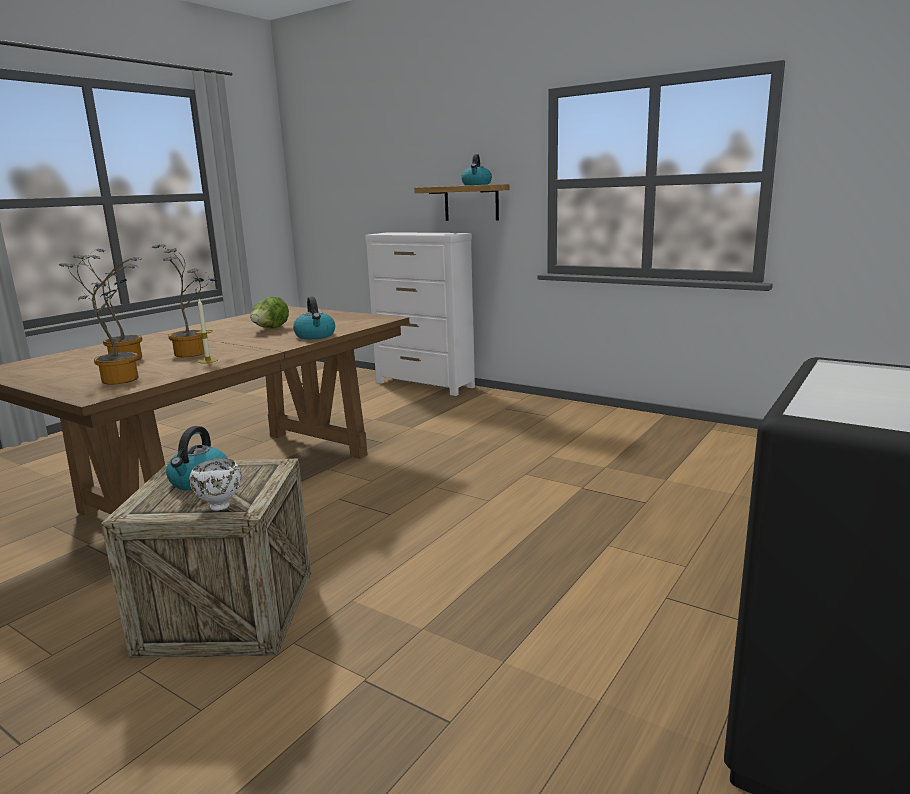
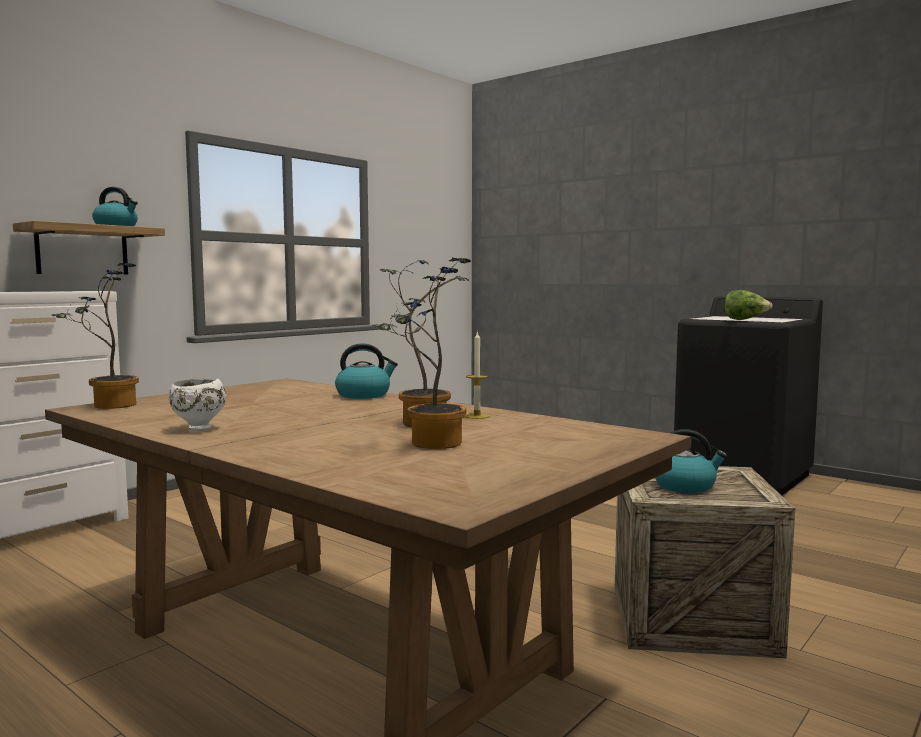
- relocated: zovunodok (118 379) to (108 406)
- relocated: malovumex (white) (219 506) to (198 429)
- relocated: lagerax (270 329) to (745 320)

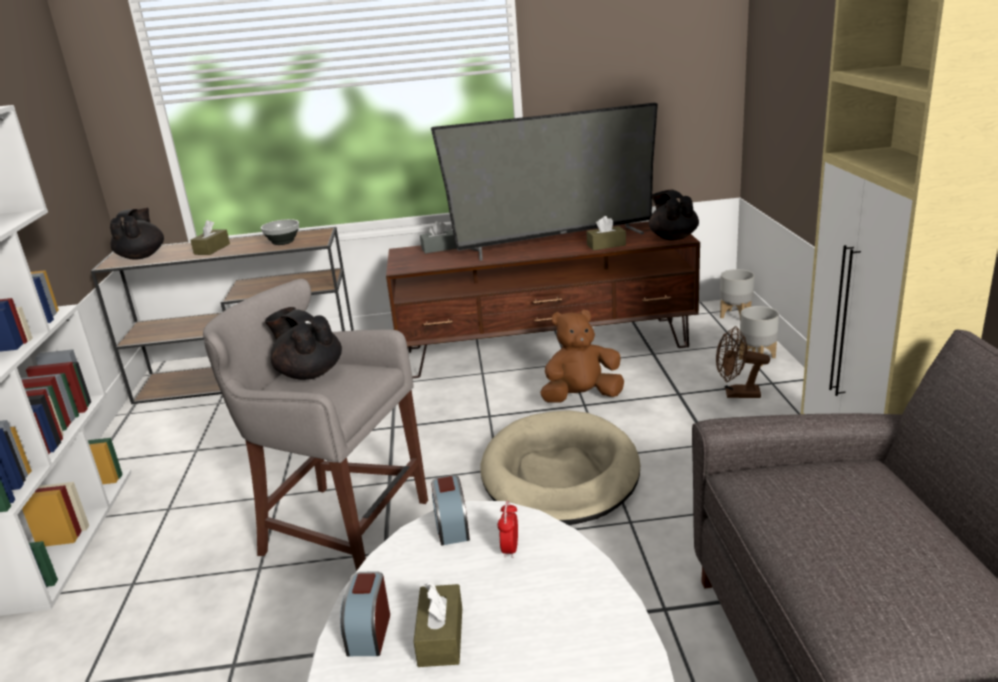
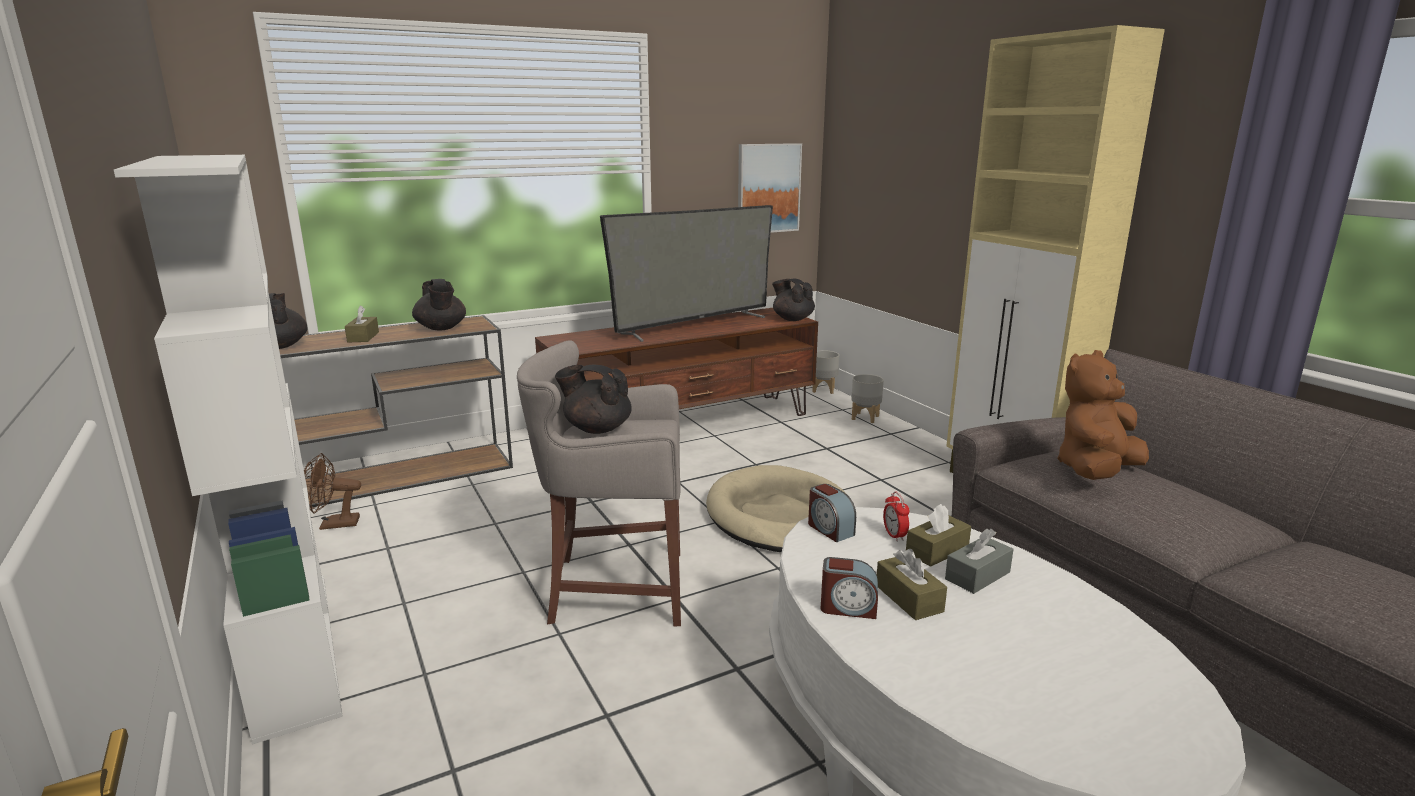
- relocated: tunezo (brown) (736 394) to (333 525)
- exchanged: malovumex (282 242) to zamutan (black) (441 328)
- appeared: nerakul (768 188)
- spun: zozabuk (369 632) = (848 608) 60 degrees counterclockwise
- relocated: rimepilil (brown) (606 245) to (937 551)
- relocated: rimepilil (grey) (439 248) to (977 576)
- relocated: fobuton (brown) (581 397) to (1095 472)

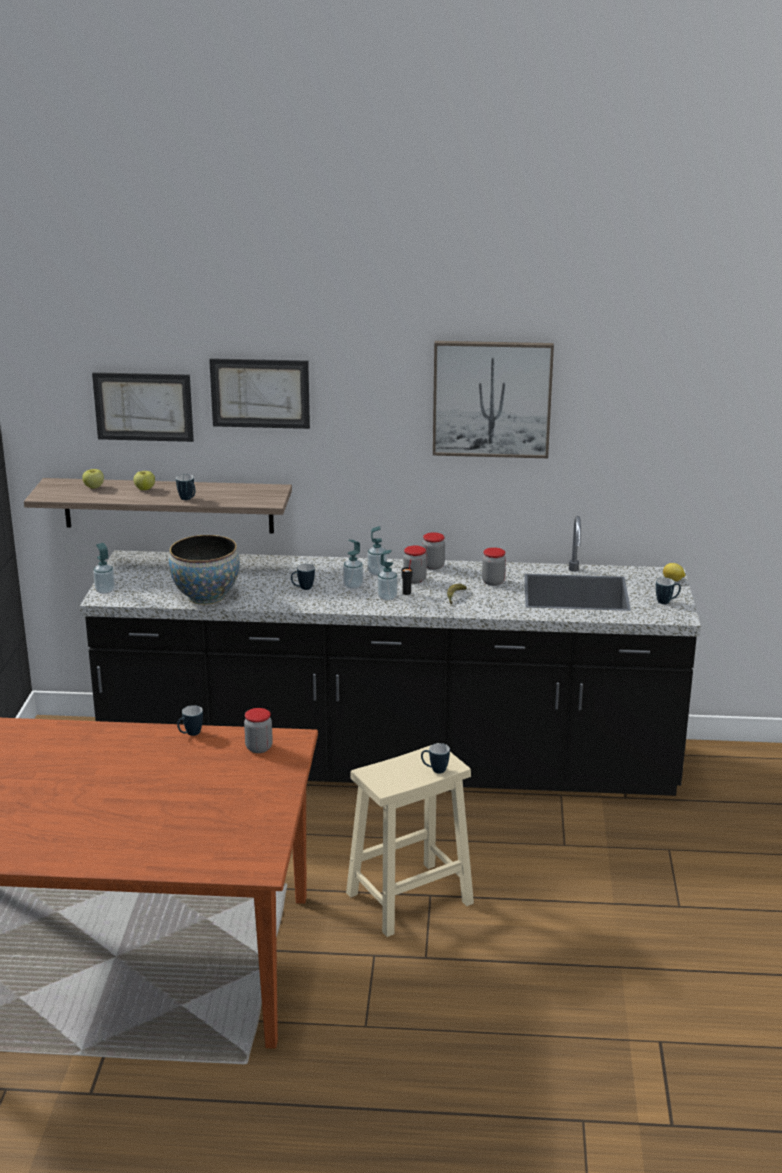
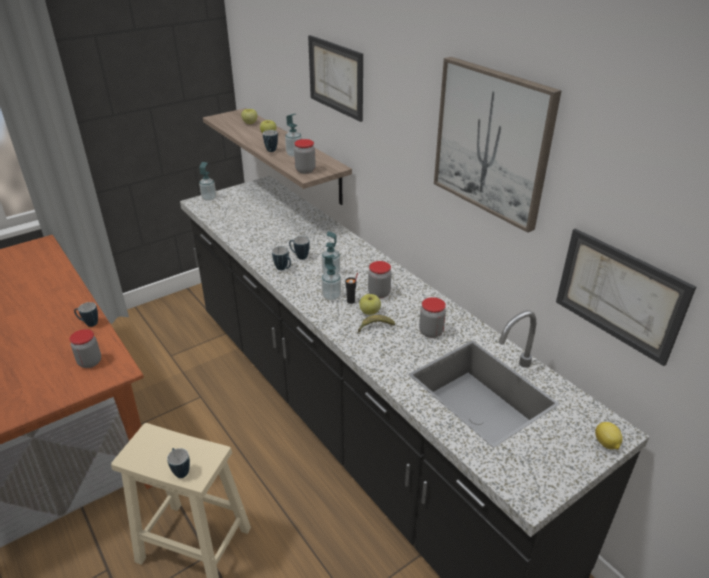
- relocated: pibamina (667 602) to (283 269)
- relocated: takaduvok (377 572) to (294 154)
- relocated: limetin (433 566) to (305 170)
- appeared: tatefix (370 312)
- relocated: nerakul (143 406) to (619 294)
- missing: malovumex (206 596)

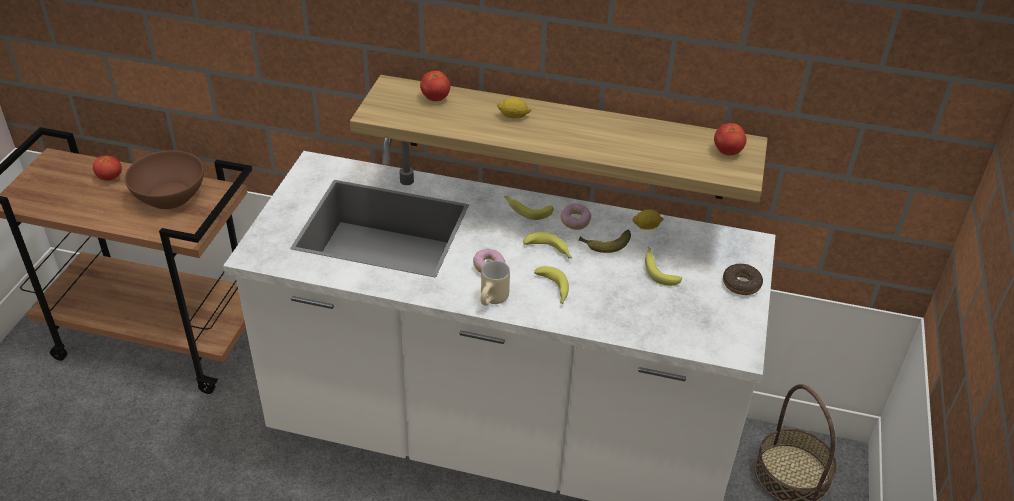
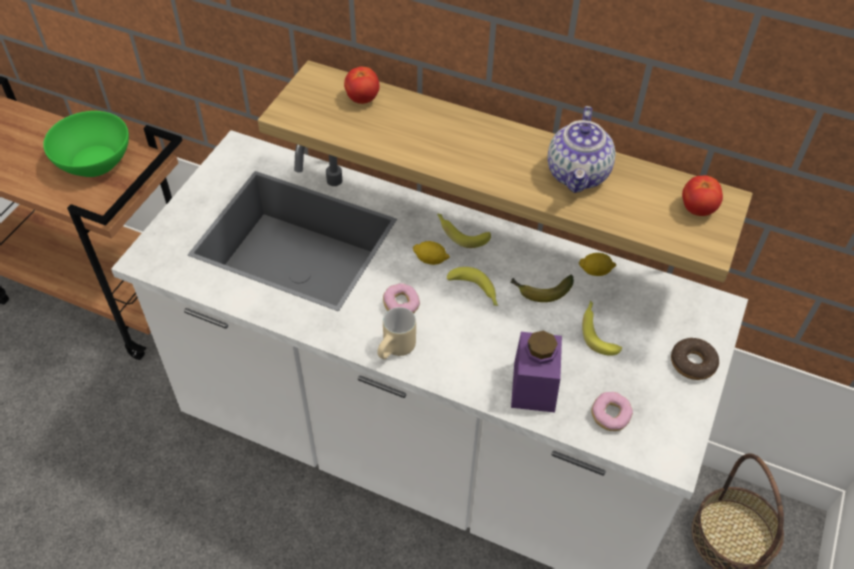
- colour: malovumex (brown) (169 196) to malovumex (green) (94 161)
- relocated: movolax (513 116) to (430 260)
- appeared: limetin (purple) (534 386)
- appeared: zamutan (578 175)
- relocated: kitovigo (575 222) to (610 416)
- missing: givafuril (110 178)
- missing: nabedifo (553 290)

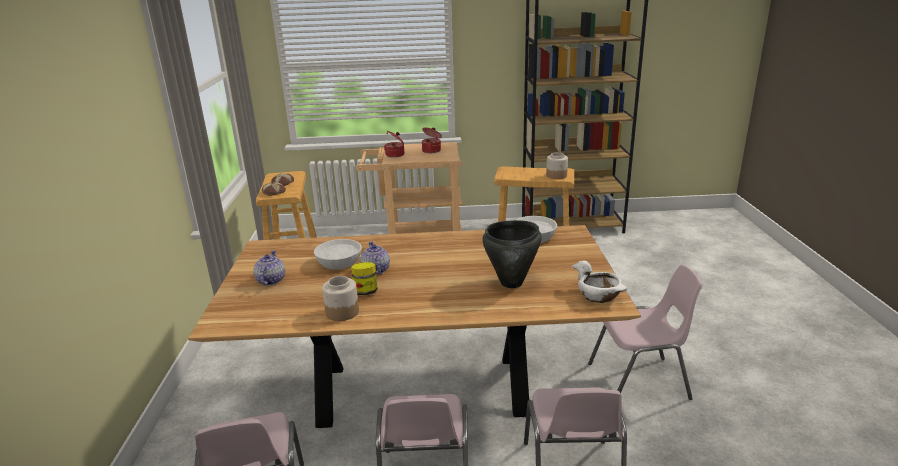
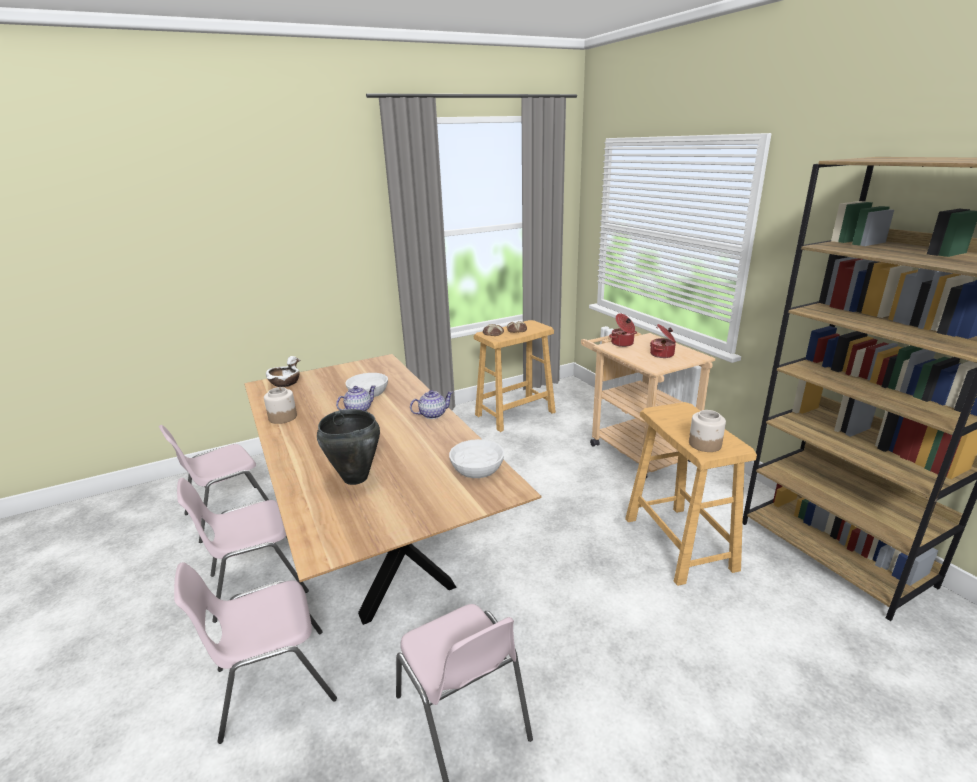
- relocated: malovumex (white) (599 295) to (285 383)
- relocated: zamutan (270 281) to (432 414)
- missing: limetin (365 292)

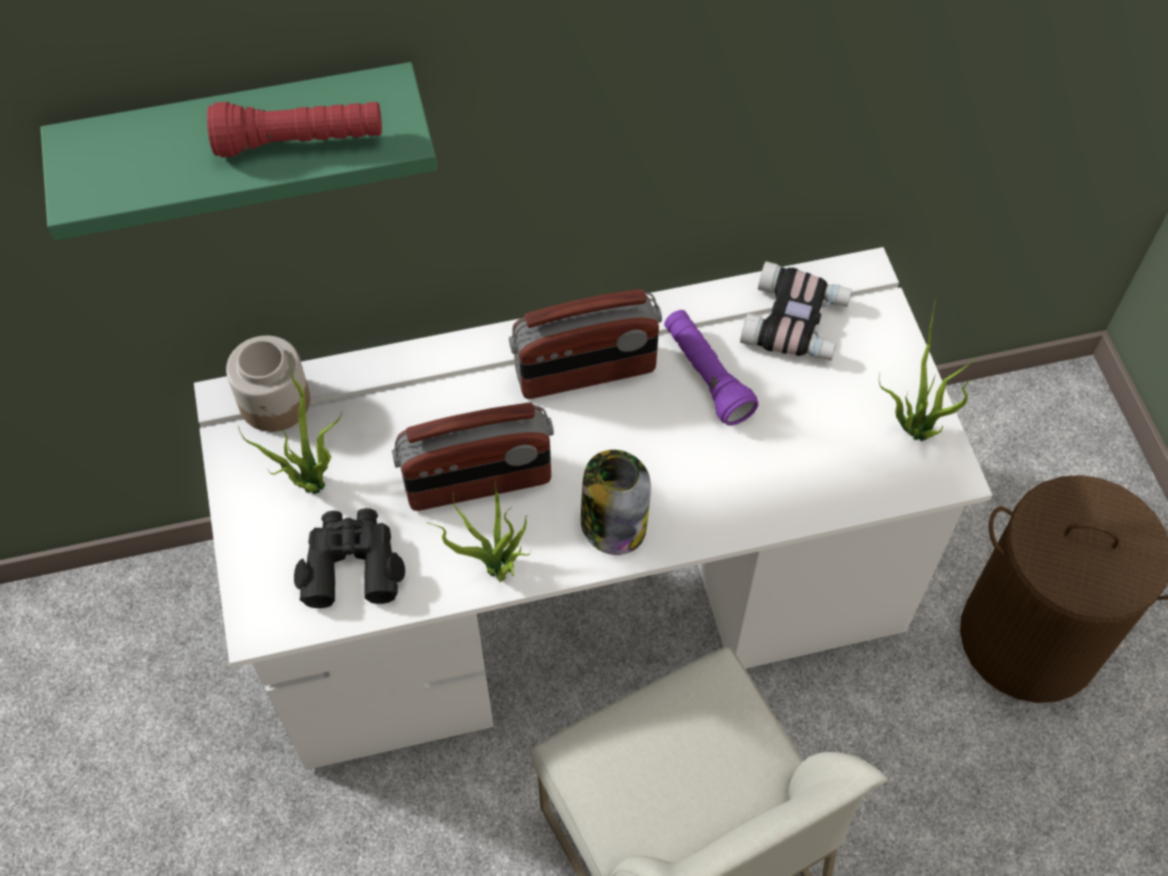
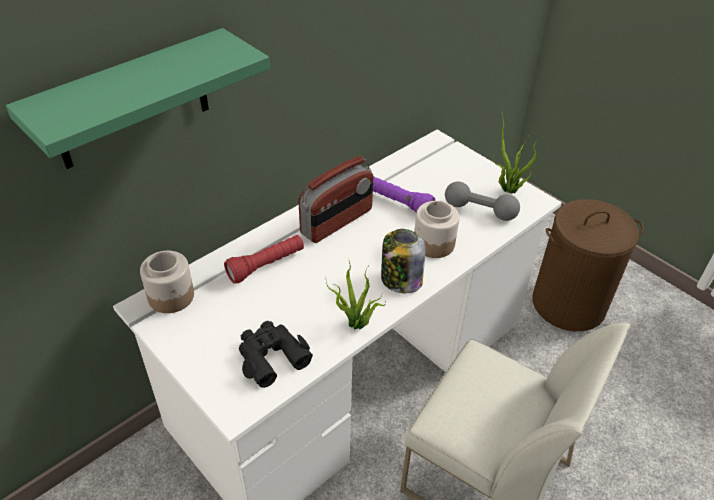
- relocated: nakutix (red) (300 142) to (266 265)
- appeared: limetin (433 243)
- appeared: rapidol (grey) (480 210)
- missing: zovunodok (309 481)
- missing: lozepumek (478 482)
- missing: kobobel (797 322)

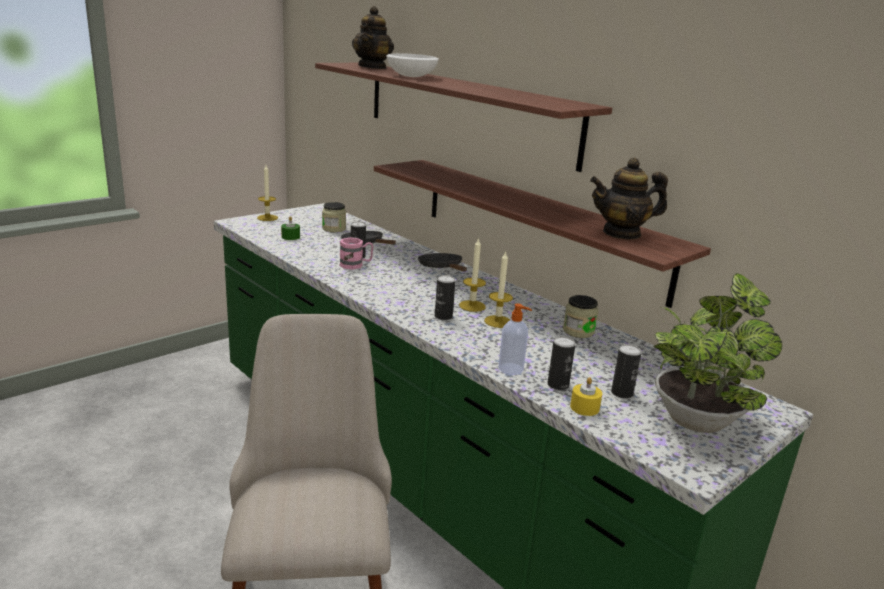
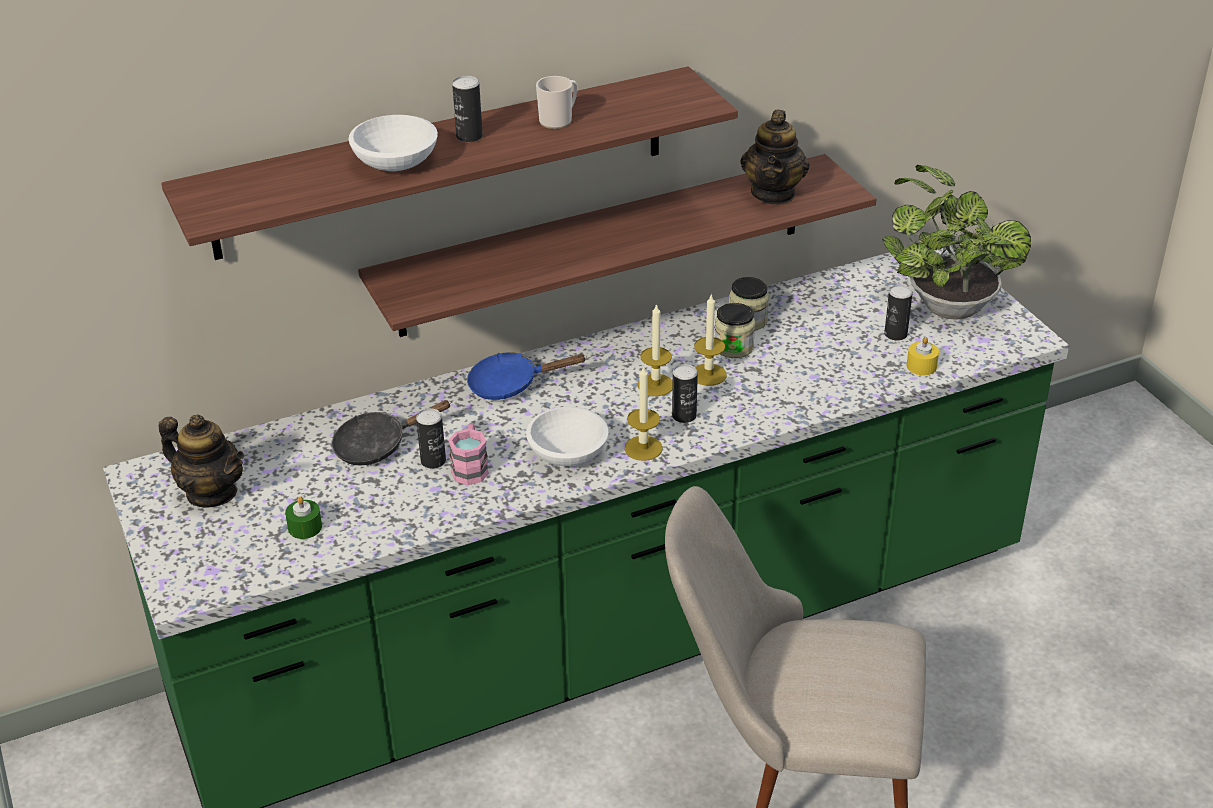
- relocated: zamutan (373 67) to (211 493)
- relocated: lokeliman (558 385) to (469 136)
- colour: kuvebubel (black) (442 268) to kuvebubel (blue) (510 384)
- appeared: malovumex (white) (566 453)
- appeared: pibamina (559 120)
- relocated: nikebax (267 218) to (643 448)
- relocated: limetin (334 229) to (733 347)
- missing: takaduvok (511 369)

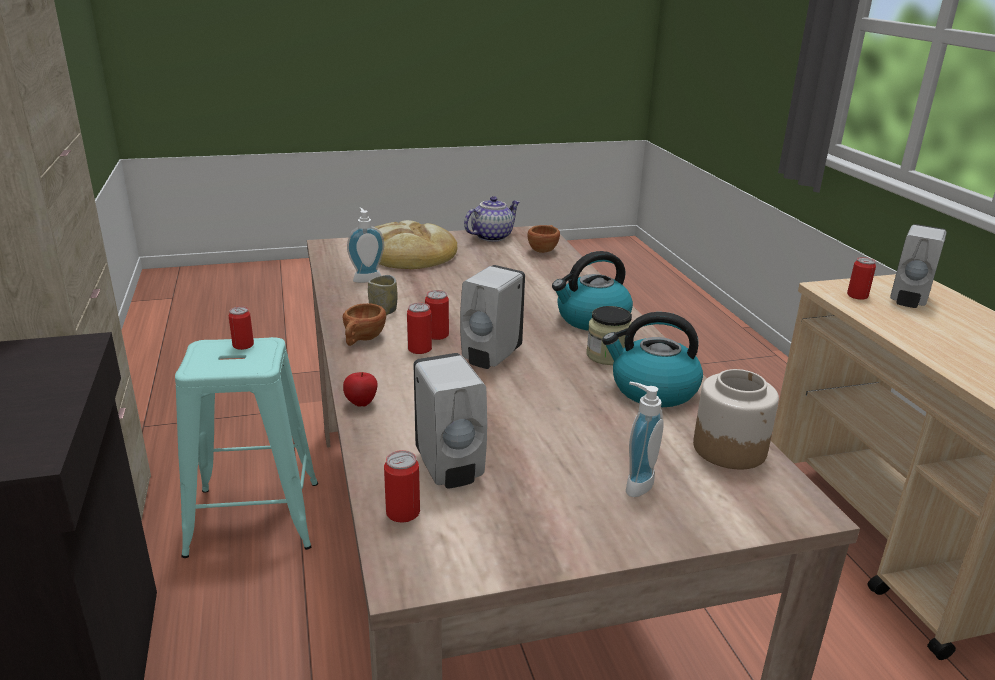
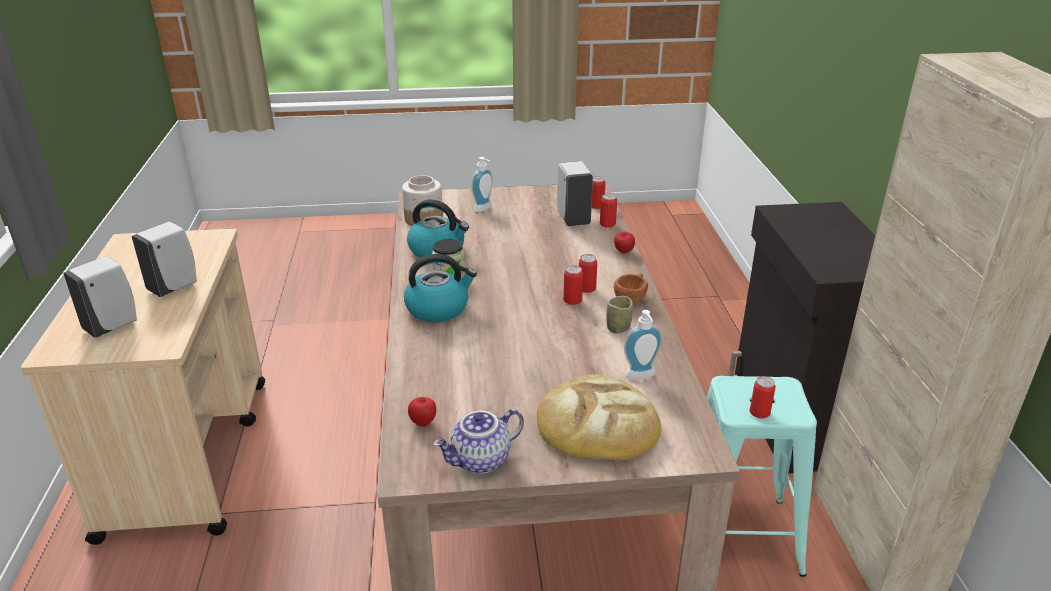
- relocated: takaduvok (white) (490 357) to (175 287)
- exchanged: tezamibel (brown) (544 249) to tatefix (423 423)
- relocated: lokeliman (857 296) to (607 224)

